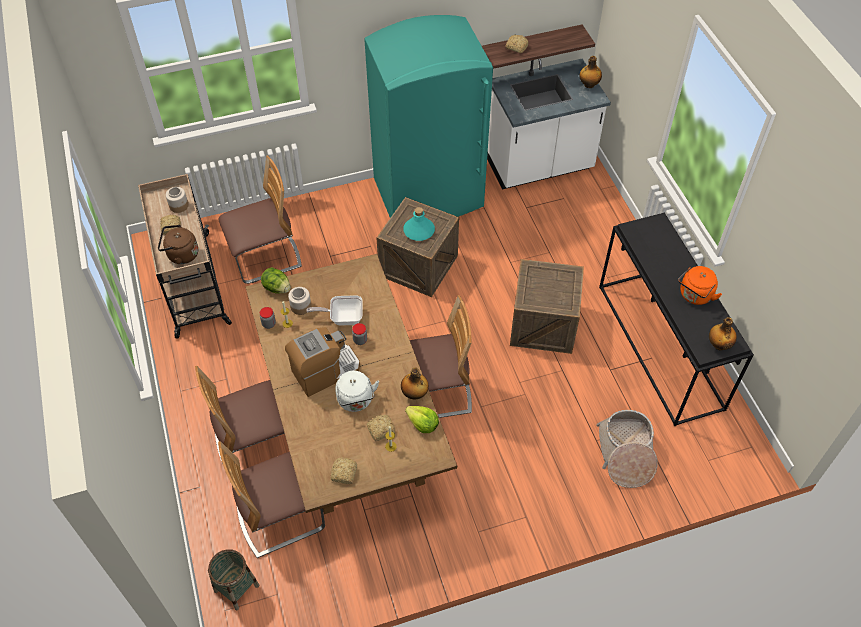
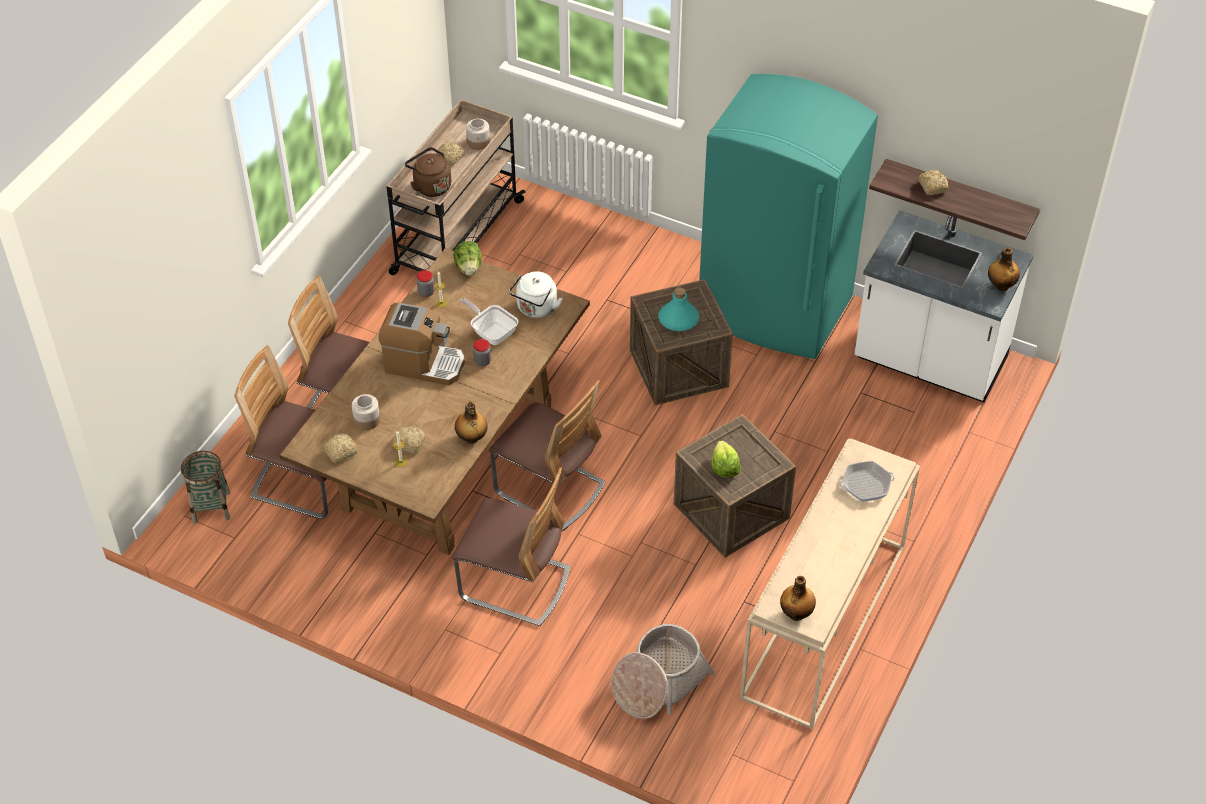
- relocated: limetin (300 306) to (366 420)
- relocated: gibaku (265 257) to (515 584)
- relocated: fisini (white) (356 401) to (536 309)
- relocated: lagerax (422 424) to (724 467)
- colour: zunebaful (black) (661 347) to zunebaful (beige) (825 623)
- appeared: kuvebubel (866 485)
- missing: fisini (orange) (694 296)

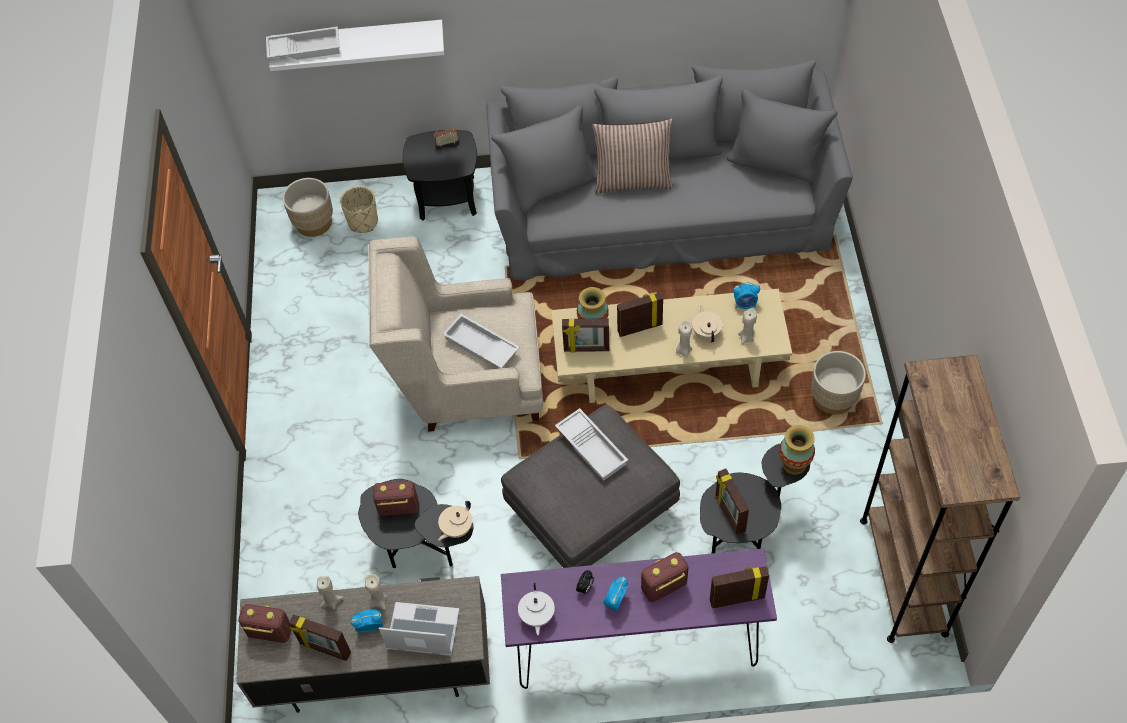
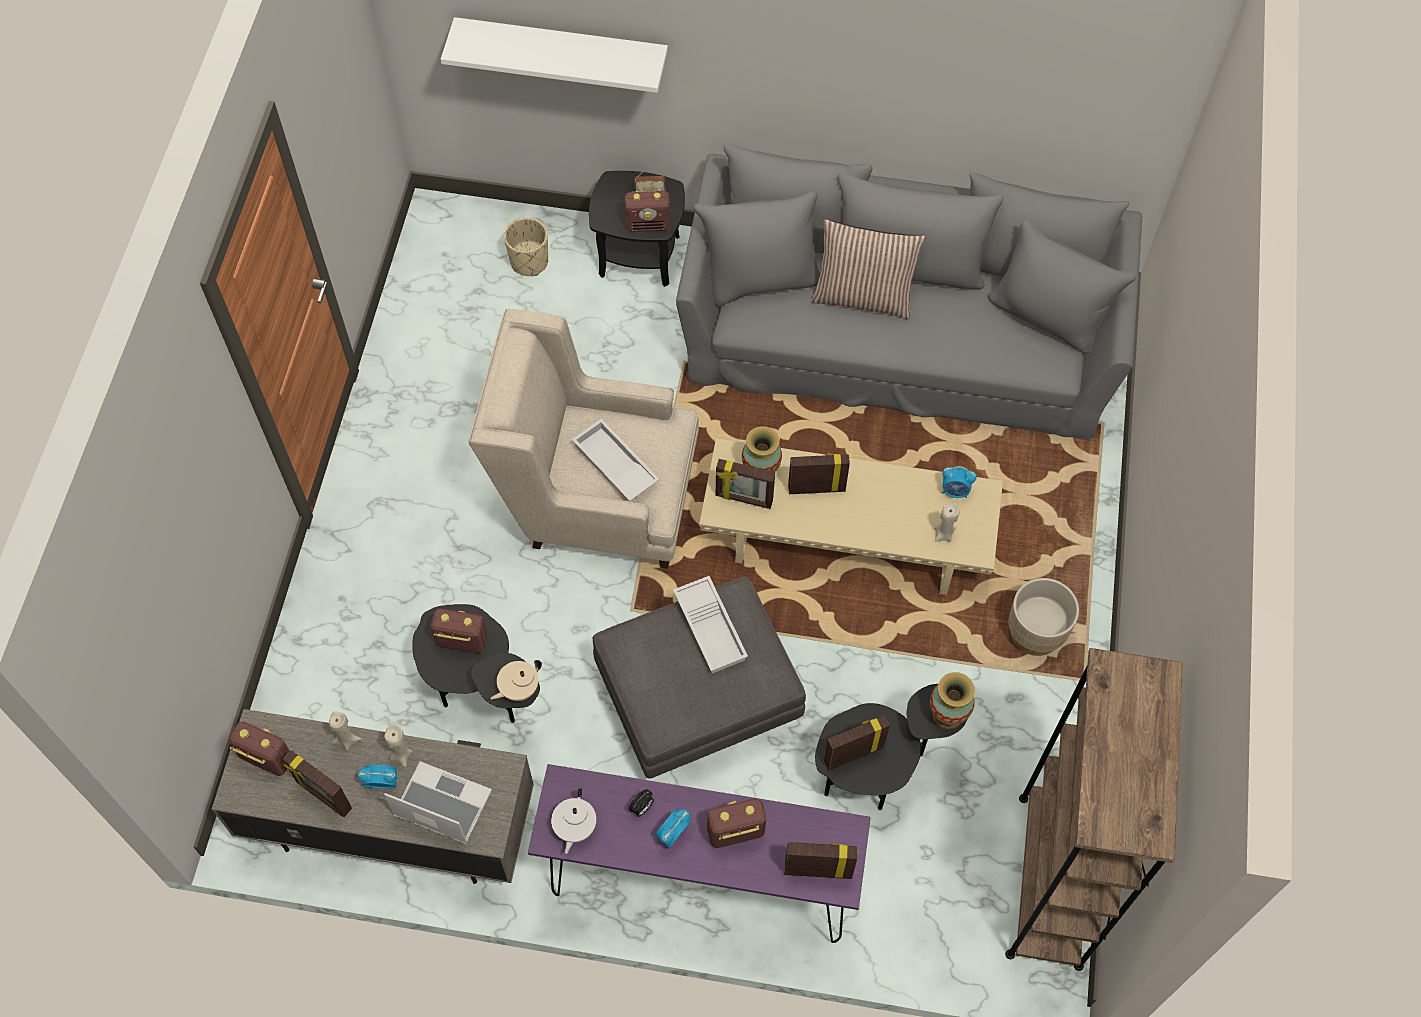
- appeared: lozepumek (648 225)
- spun: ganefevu (729 514) = (853 753) 75 degrees clockwise
- missing: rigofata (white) (305 48)
- missing: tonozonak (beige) (314 223)
- missing: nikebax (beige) (683 350)
- missing: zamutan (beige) (706 332)

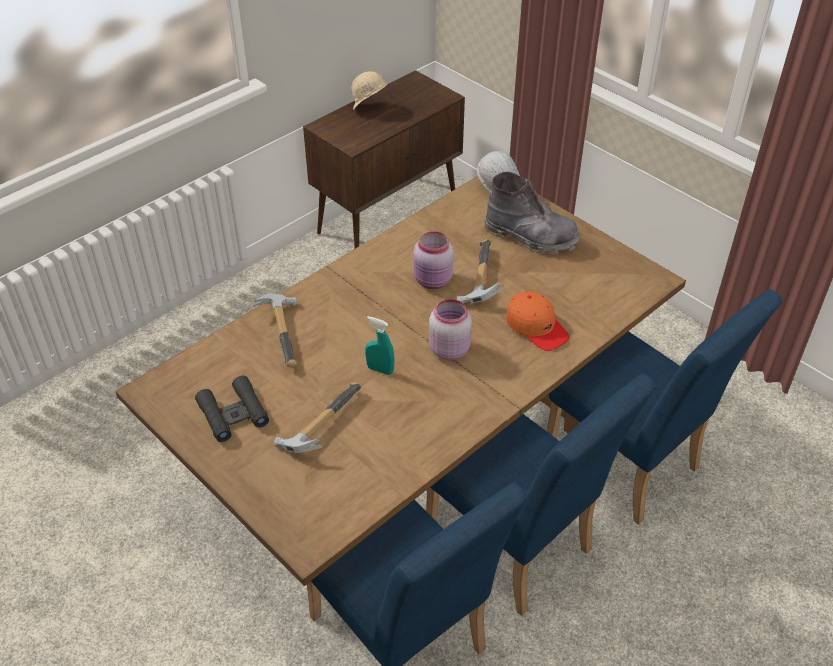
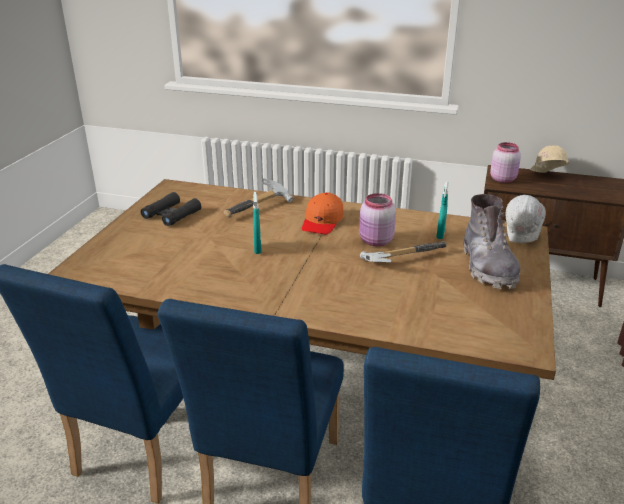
- relocated: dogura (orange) (536 327) to (322 221)
- appeared: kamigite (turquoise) (440 235)
- relocated: limetin (pink) (448 349) to (503 179)
- missing: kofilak (319 425)

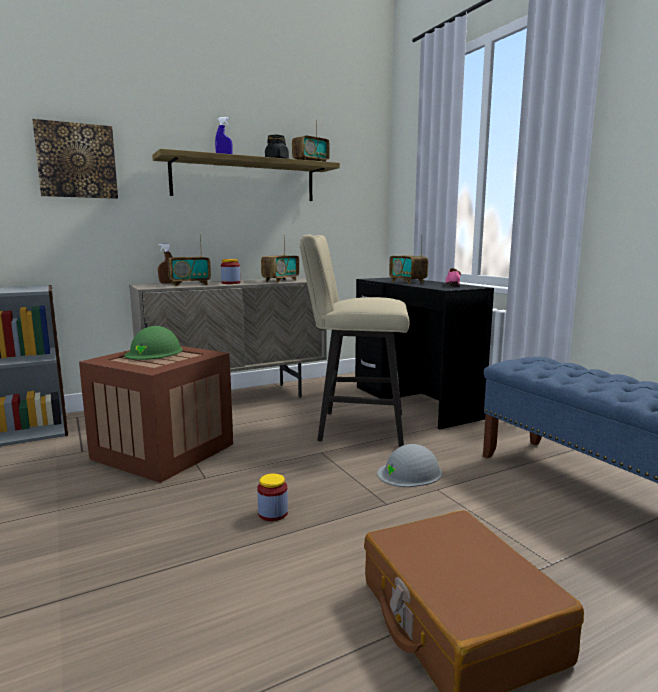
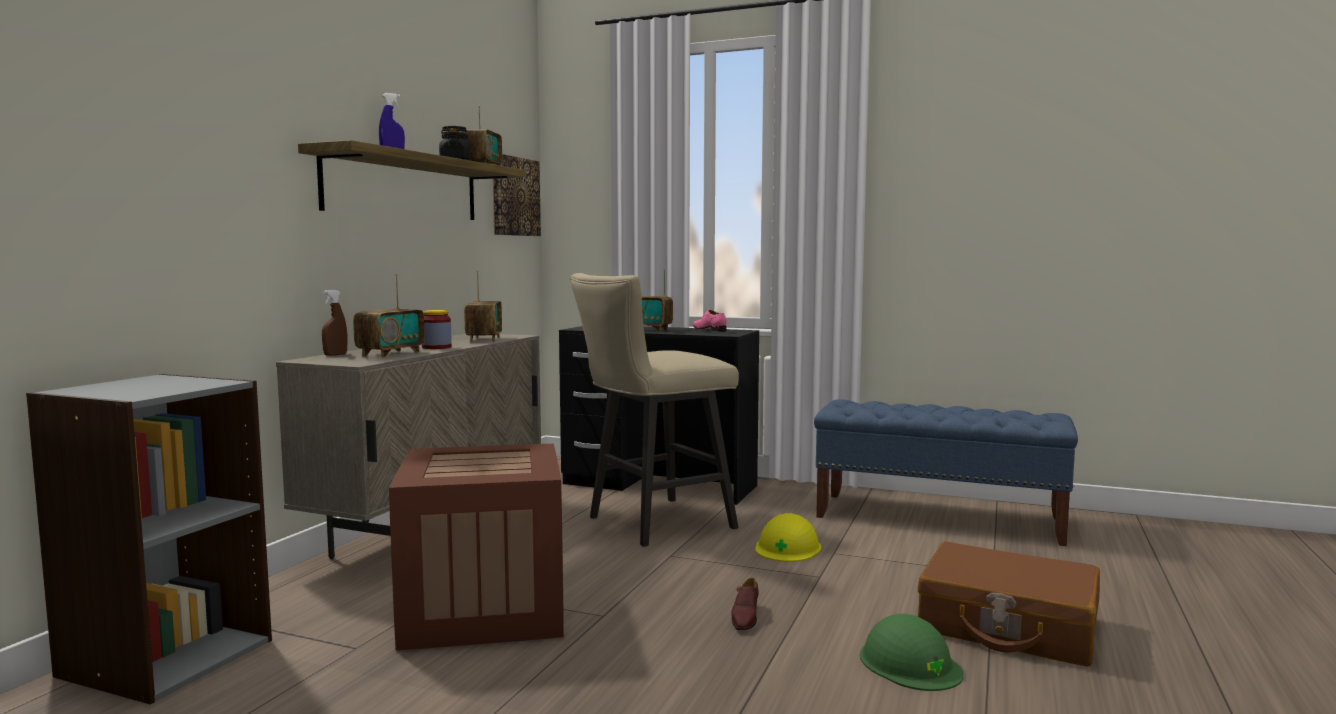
- relocated: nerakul (76 161) to (514 196)
- exchanged: limetin (273 513) to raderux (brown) (745 617)
- colour: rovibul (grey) (410 473) to rovibul (yellow) (788 547)
- relocated: rovibul (green) (154 352) to (909 663)

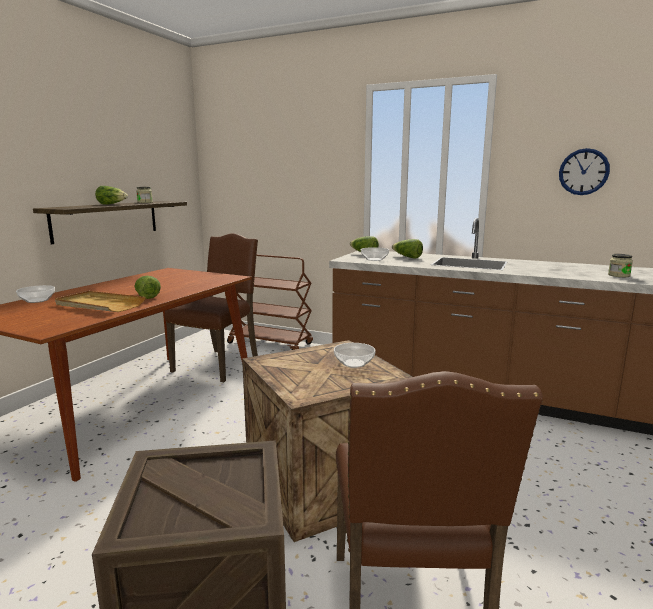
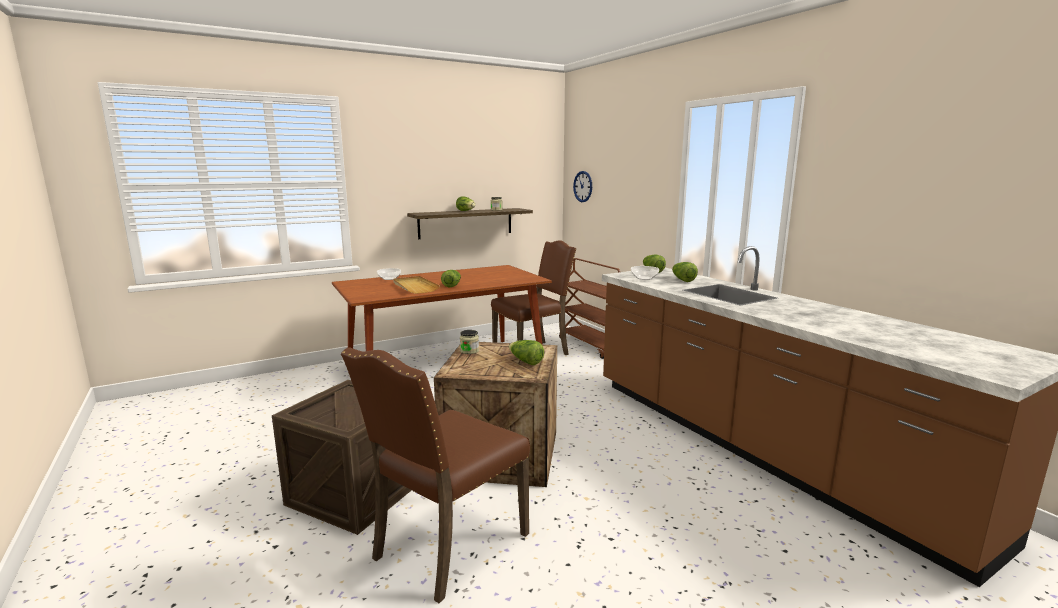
- relocated: limetin (619 275) to (469 351)
- exchanged: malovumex (354 363) to lagerax (525 361)
- relocated: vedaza (583 172) to (583 186)

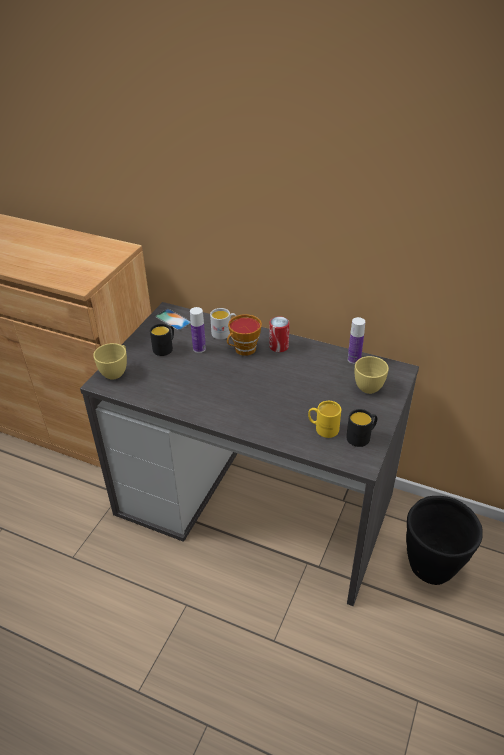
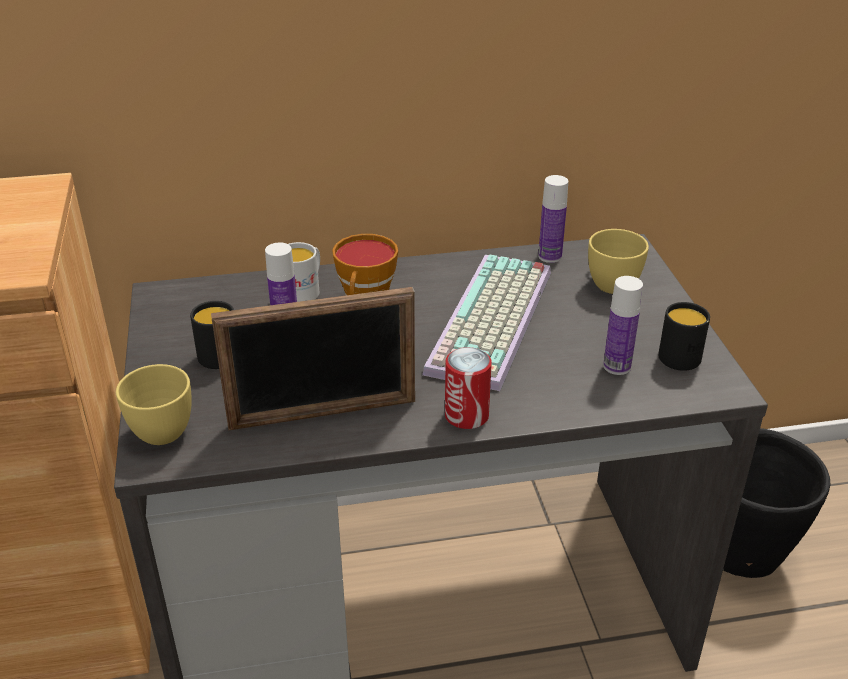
- appeared: ganefevu (323 414)
- appeared: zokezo (494 322)
- relocated: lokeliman (279 346) to (466 415)
- exchanged: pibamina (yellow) (323 428) to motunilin (617 366)
- missing: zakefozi (173 320)

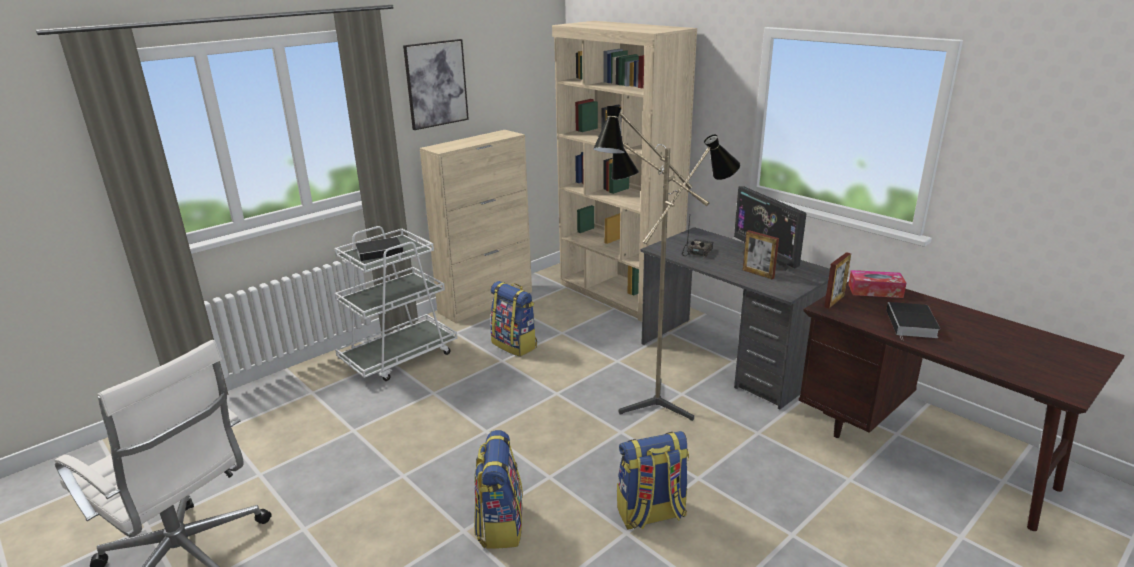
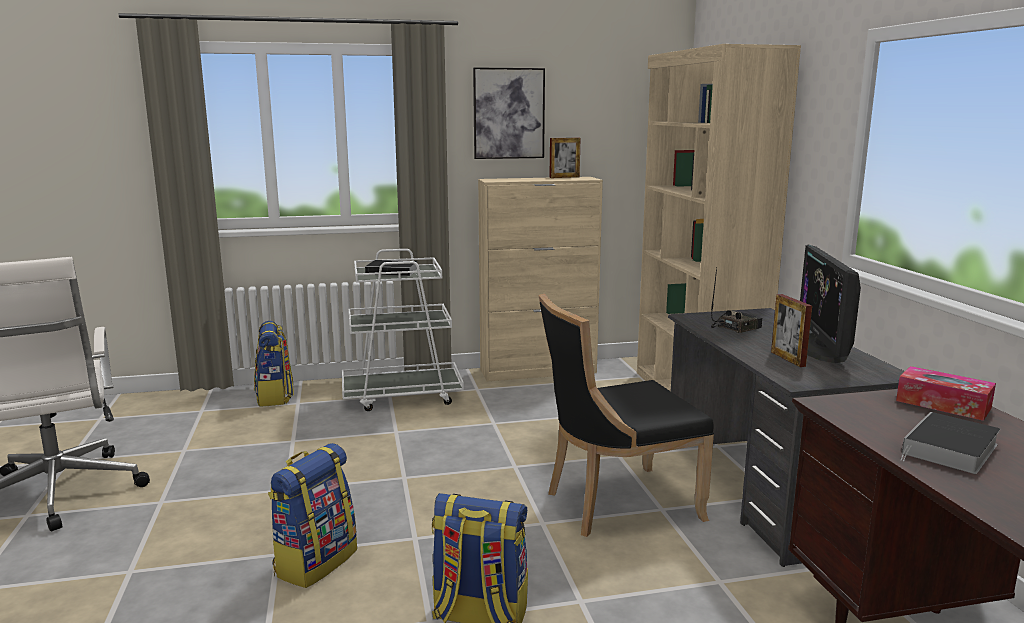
- relocated: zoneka (515 345) to (275 397)
- exchanged: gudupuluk (652 400) to gibaku (black) (616 504)
- relocated: ganefevu (834 301) to (564 177)

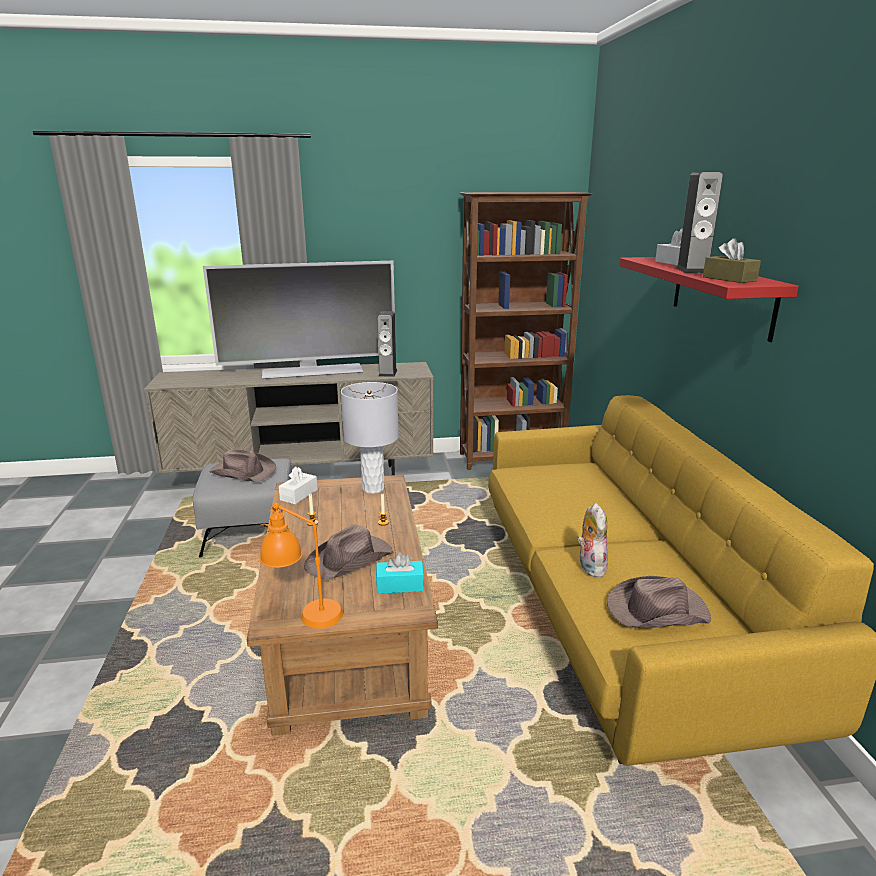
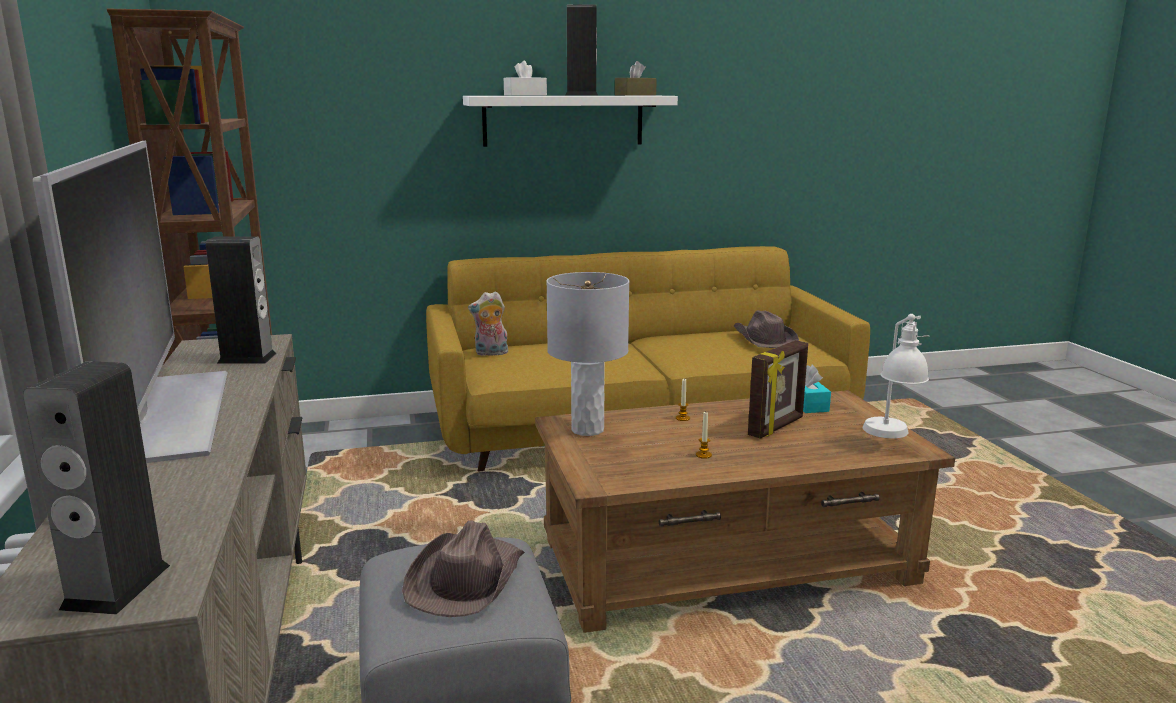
- appeared: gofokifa (116 586)
- colour: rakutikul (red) (721 295) to rakutikul (white) (563 120)
- relocated: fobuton (589 567) to (490 353)
- exchanged: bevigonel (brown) (350 559) to ganefevu (777 427)
- colour: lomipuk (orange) (304 614) to lomipuk (white) (891 437)
- missing: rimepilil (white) (299 495)

